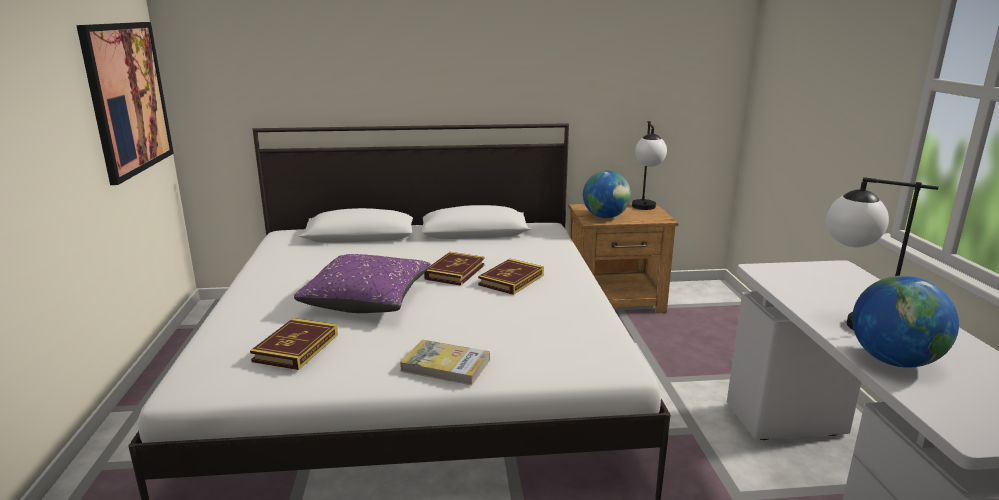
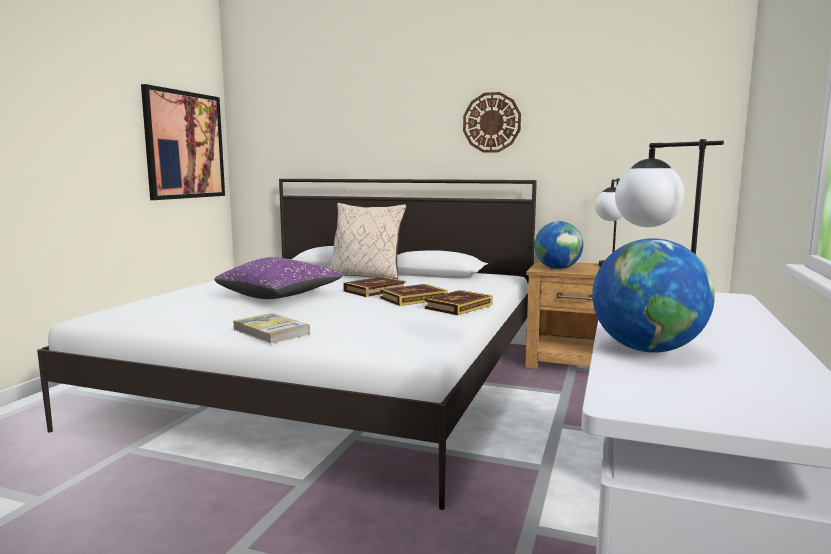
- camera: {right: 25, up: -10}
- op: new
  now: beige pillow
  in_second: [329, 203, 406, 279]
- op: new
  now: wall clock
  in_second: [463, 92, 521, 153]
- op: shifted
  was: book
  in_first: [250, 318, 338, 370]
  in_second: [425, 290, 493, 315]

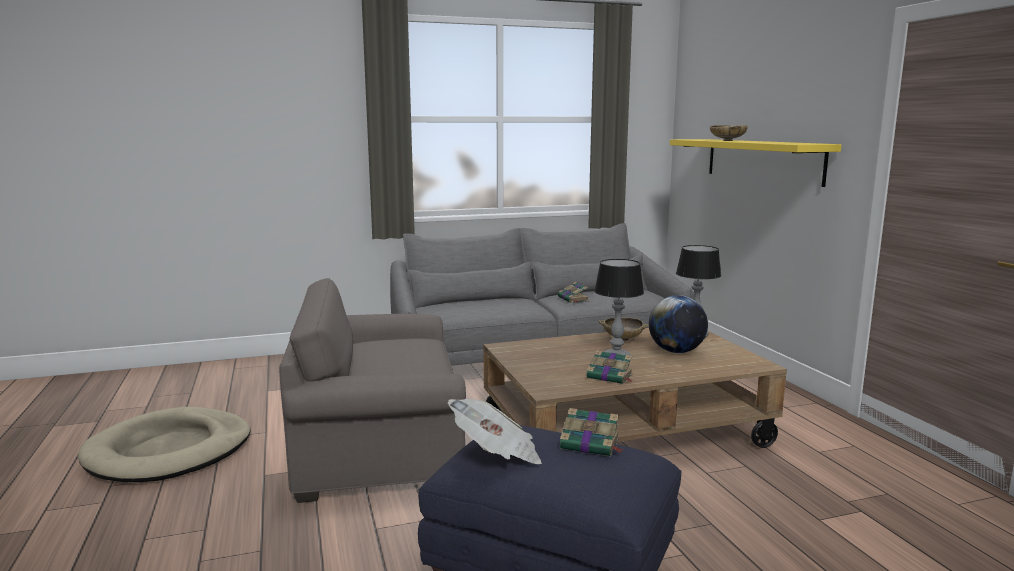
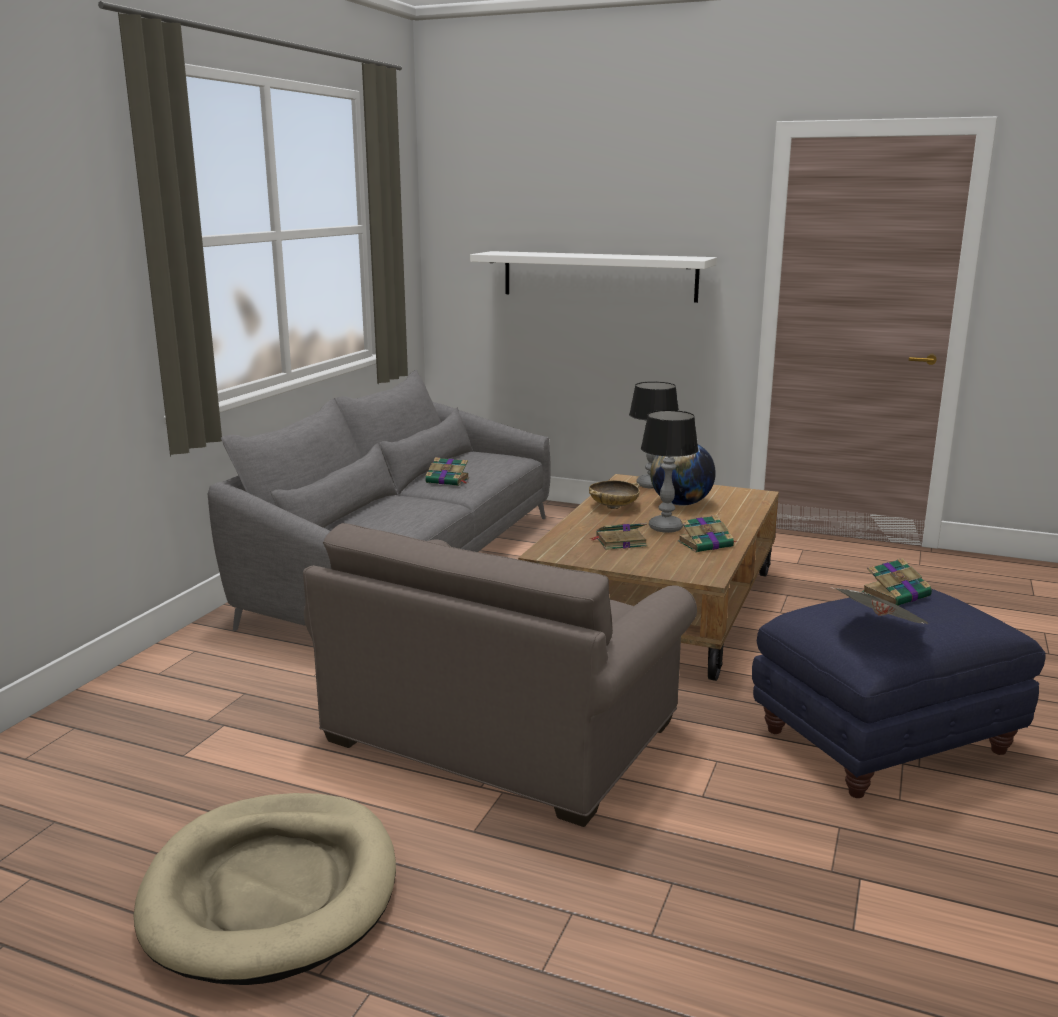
- camera: {right: -50, up: 5}
- op: gone
  was: beige bowl
  in_first: [710, 125, 748, 141]
- op: new
  now: book
  in_second: [590, 523, 647, 550]
- op: repainted
  was: yellow shelf
  now: white shelf
  in_first: [670, 139, 841, 187]
  in_second: [470, 251, 717, 303]

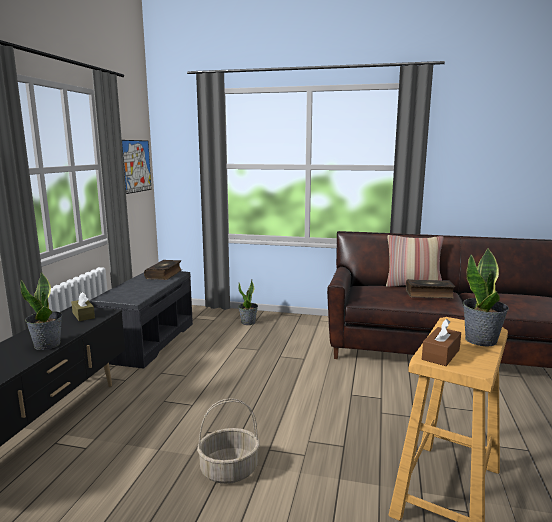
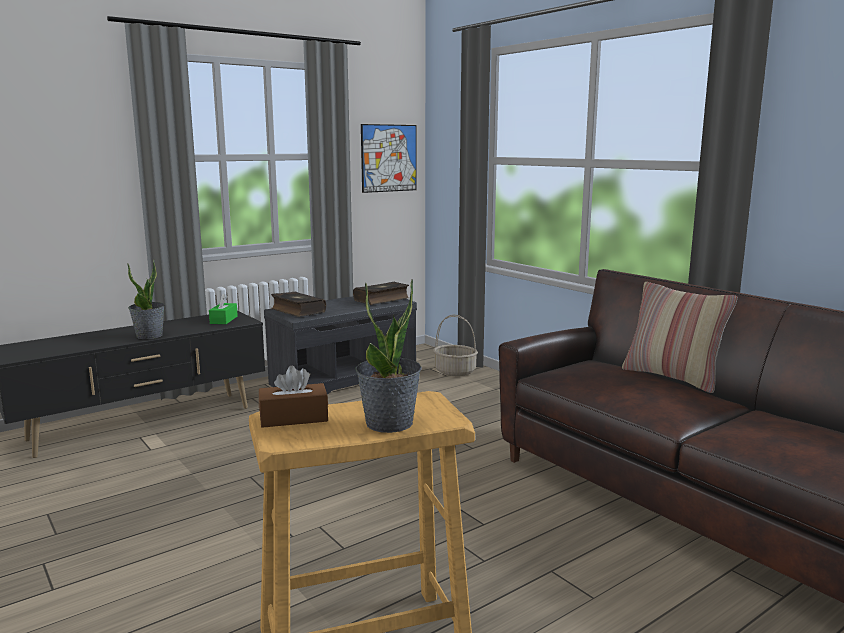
- camera: {right: 40, up: 0}
- op: gone
  was: potted plant
  in_first: [238, 280, 258, 325]
- op: shifted
  was: basket
  in_first: [197, 398, 260, 484]
  in_second: [433, 315, 478, 376]
- op: shifted
  was: book
  in_first: [406, 279, 455, 298]
  in_second: [271, 292, 326, 317]
- op: repainted
  was: brown tissue box
  now: green tissue box
  in_first: [71, 292, 95, 321]
  in_second: [209, 293, 238, 324]

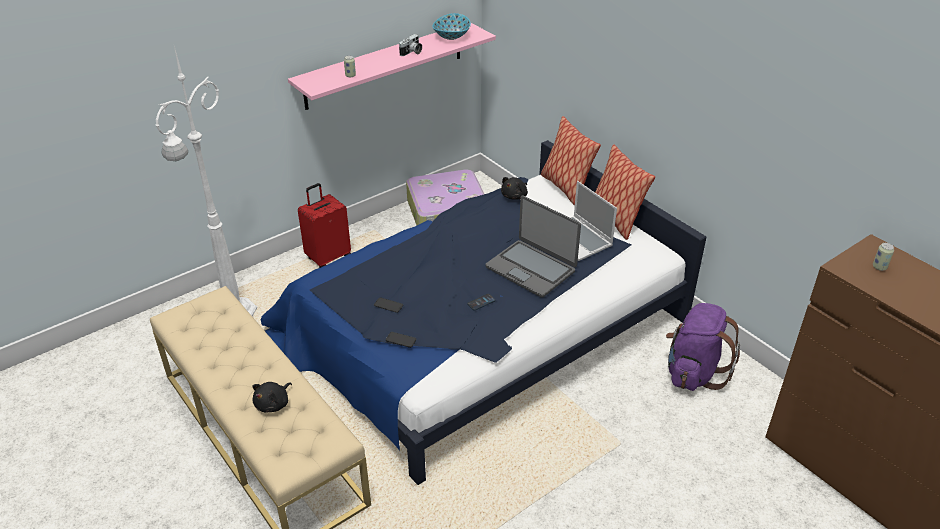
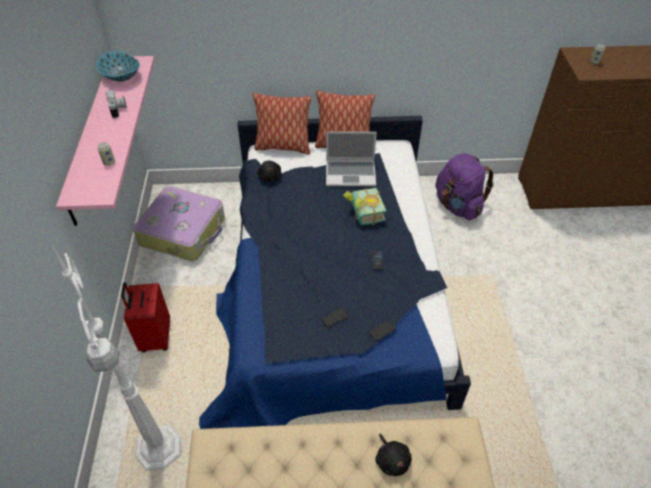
- camera: {right: -55, up: 10}
- op: swapped
  was: laptop
  now: book
  in_first: [485, 196, 581, 298]
  in_second: [343, 188, 386, 226]

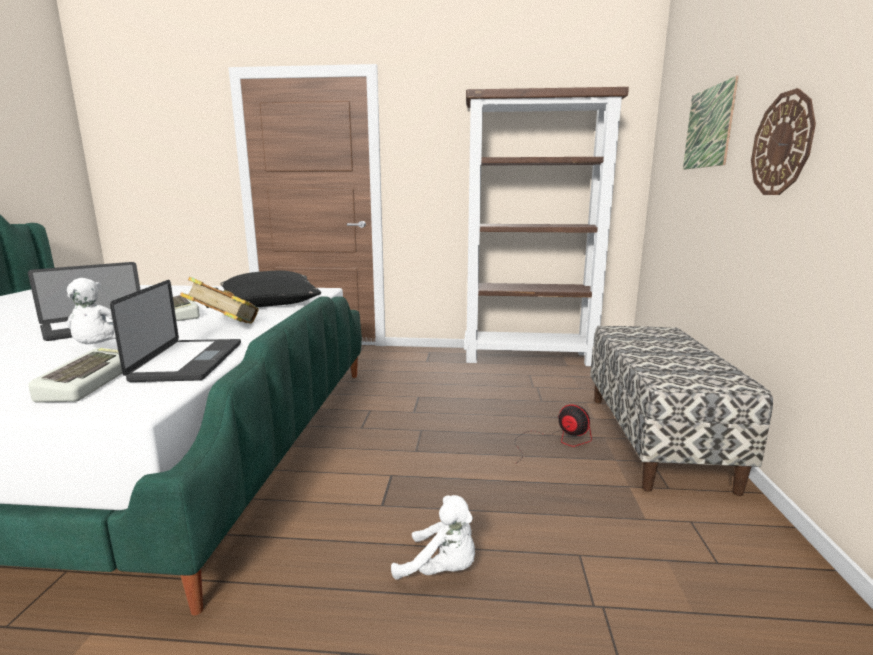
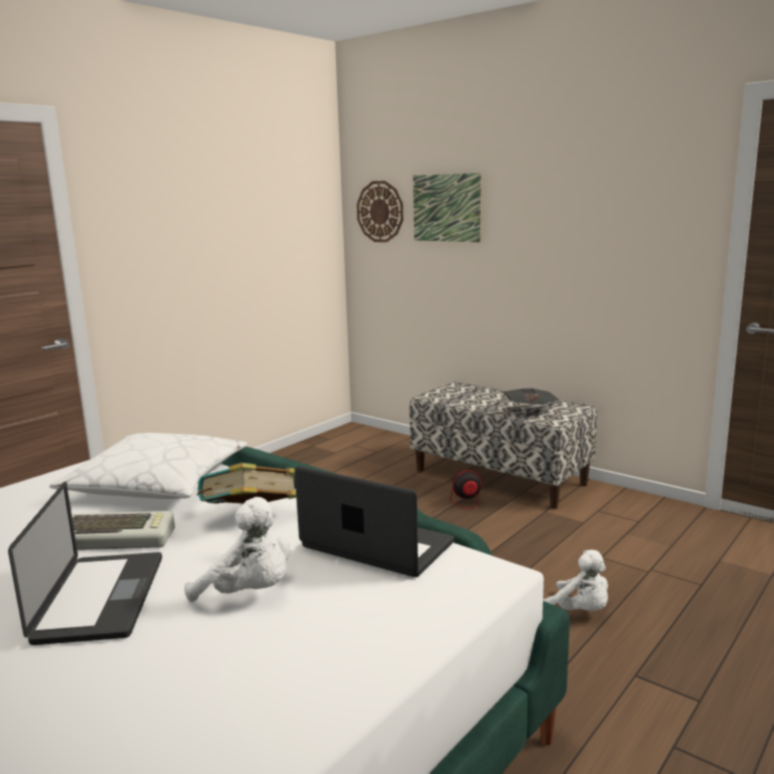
- camera: {right: -55, up: 0}
- op: gone
  was: keyboard
  in_first: [28, 348, 122, 403]
- op: gone
  was: brown bookcase
  in_first: [464, 87, 629, 366]
- op: new
  now: newspaper
  in_second: [502, 388, 559, 405]
- op: shifted
  was: wall clock
  in_first: [751, 88, 816, 195]
  in_second: [357, 181, 403, 242]
- op: repainted
  was: black pillow
  now: white pillow
  in_first: [221, 270, 321, 307]
  in_second: [49, 433, 247, 499]
- op: rotated
  was: white plush toy
  in_first: [391, 495, 475, 579]
  in_second: [543, 550, 608, 611]
  clockwise: 75

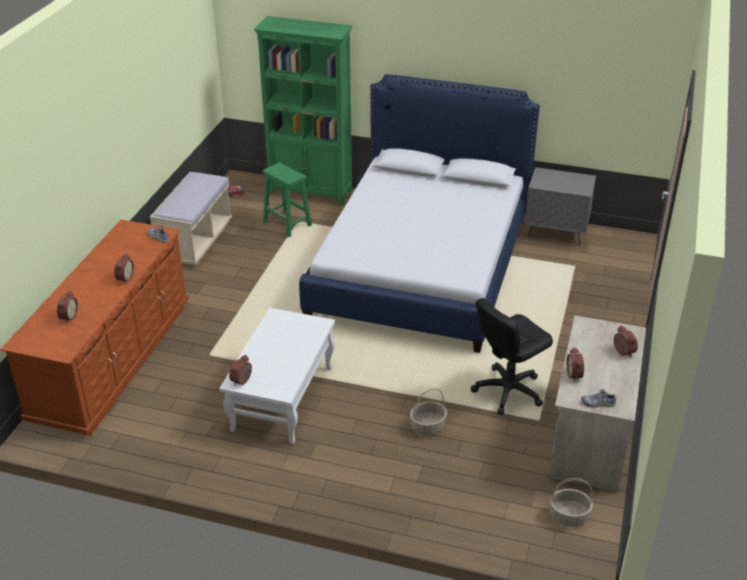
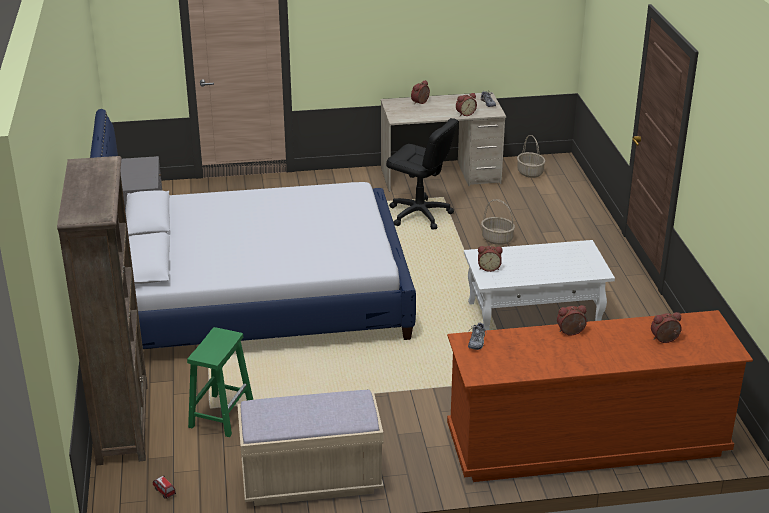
- camera: {right: -115, up: -5}
- op: shifted
  was: alarm clock
  in_first: [229, 355, 252, 385]
  in_second: [478, 246, 503, 272]
- op: repainted
  was: green bookcase
  now: brown bookcase
  in_first: [254, 16, 352, 205]
  in_second: [57, 156, 148, 466]

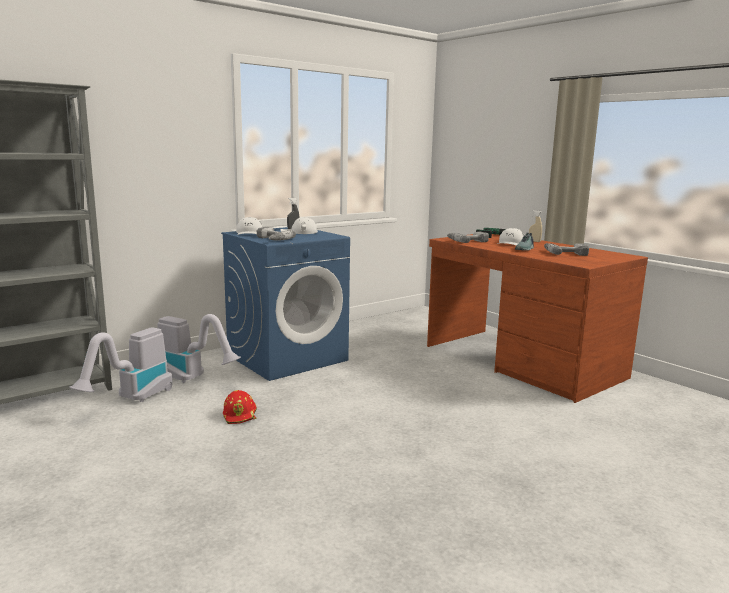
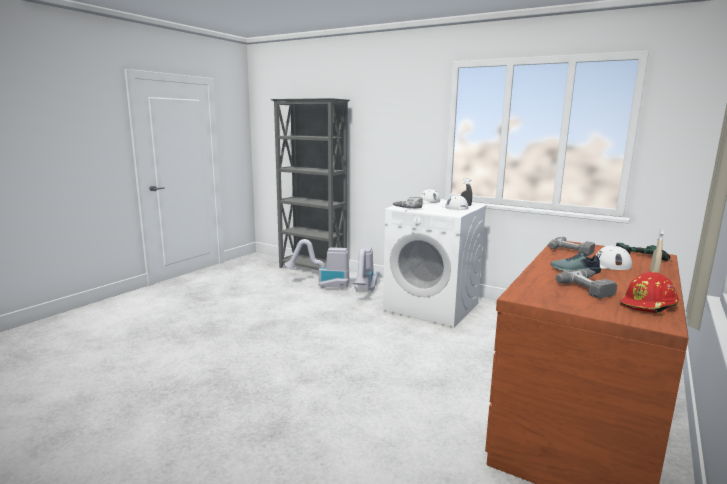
- camera: {right: 70, up: 0}
- op: shifted
  was: red hard hat
  in_first: [223, 390, 257, 424]
  in_second: [620, 272, 679, 315]
- op: repainted
  was: blue washing machine
  now: white washing machine
  in_first: [221, 227, 350, 381]
  in_second: [383, 201, 487, 328]

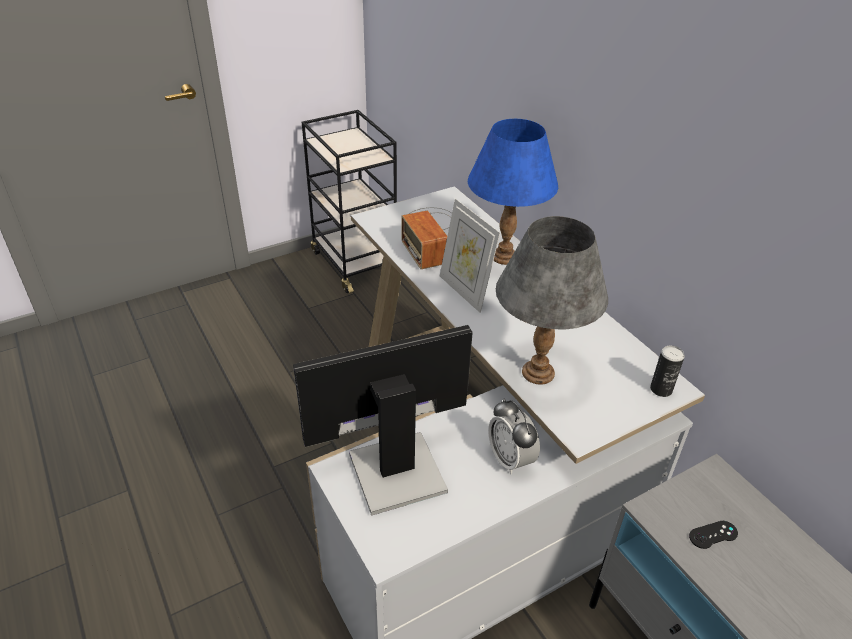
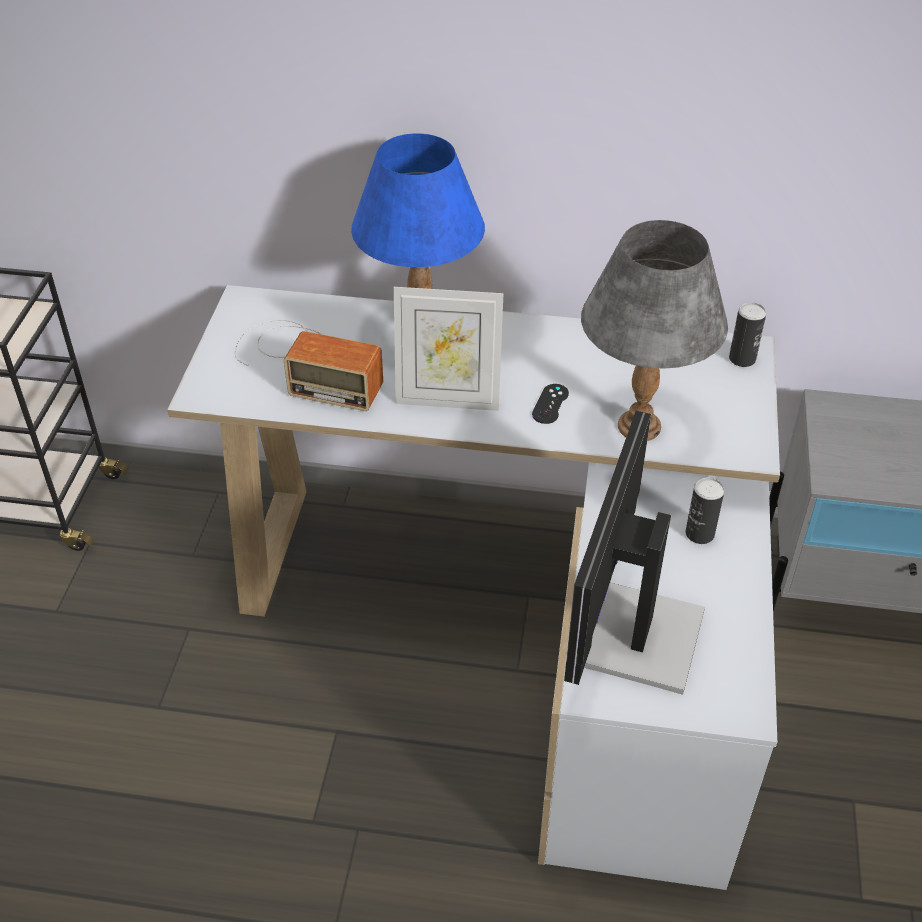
- camera: {right: -50, up: 5}
- op: shifted
  was: black game controller
  in_first: [689, 521, 738, 549]
  in_second: [532, 384, 569, 424]
- op: swapped
  was: alarm clock
  now: can
  in_first: [488, 399, 540, 475]
  in_second: [686, 478, 724, 544]

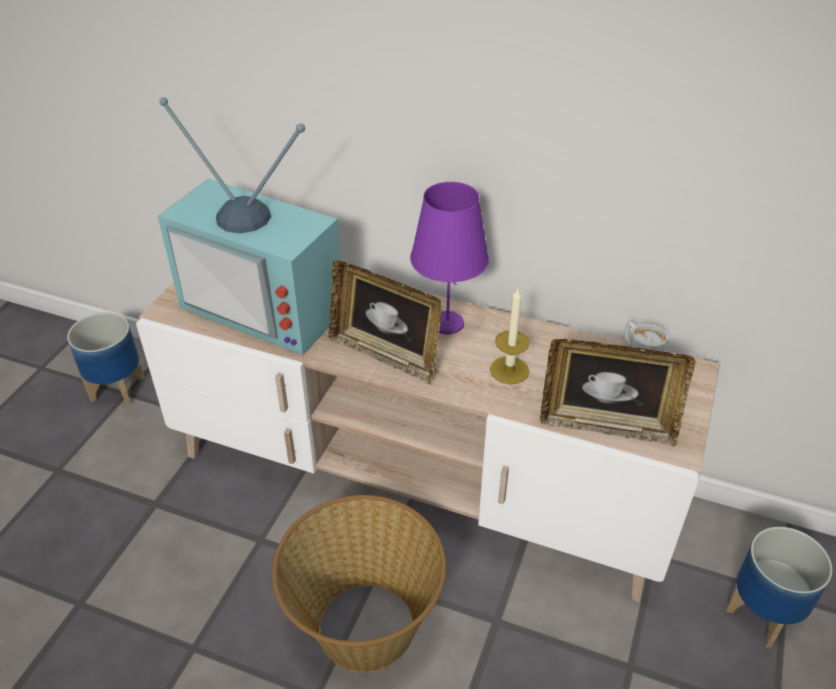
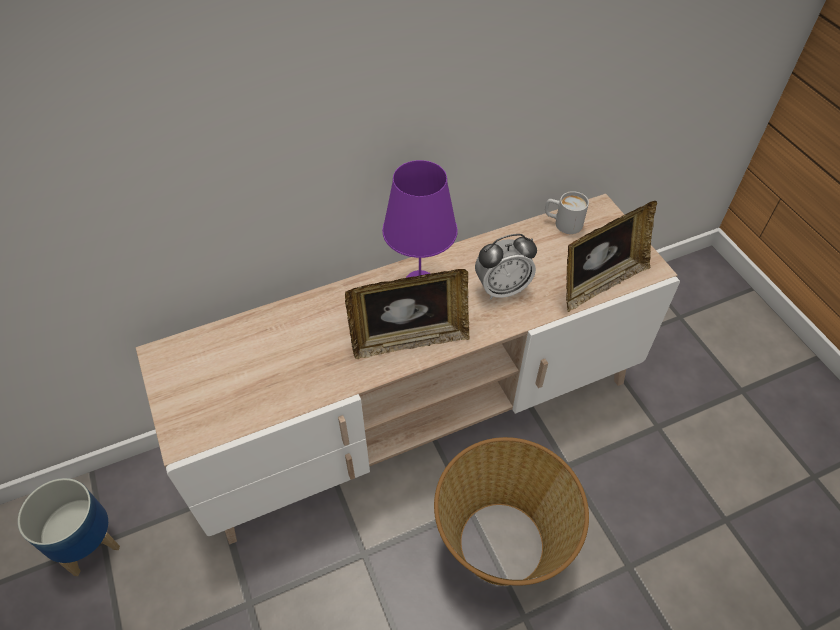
- camera: {right: -45, up: 10}
- op: gone
  was: television
  in_first: [158, 97, 340, 355]
- op: gone
  was: planter
  in_first: [726, 527, 833, 648]
- op: swapped
  was: candle
  now: alarm clock
  in_first: [490, 289, 530, 384]
  in_second: [475, 234, 537, 300]

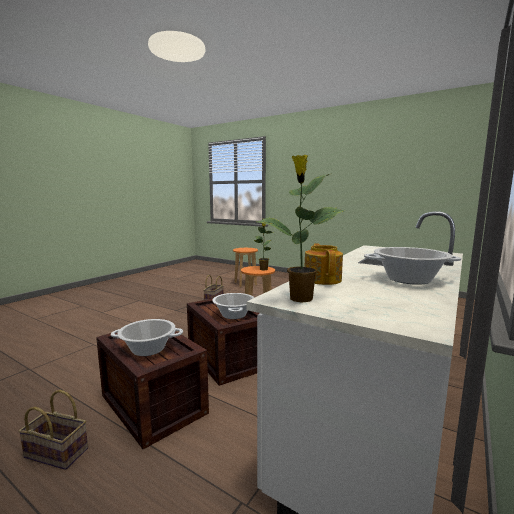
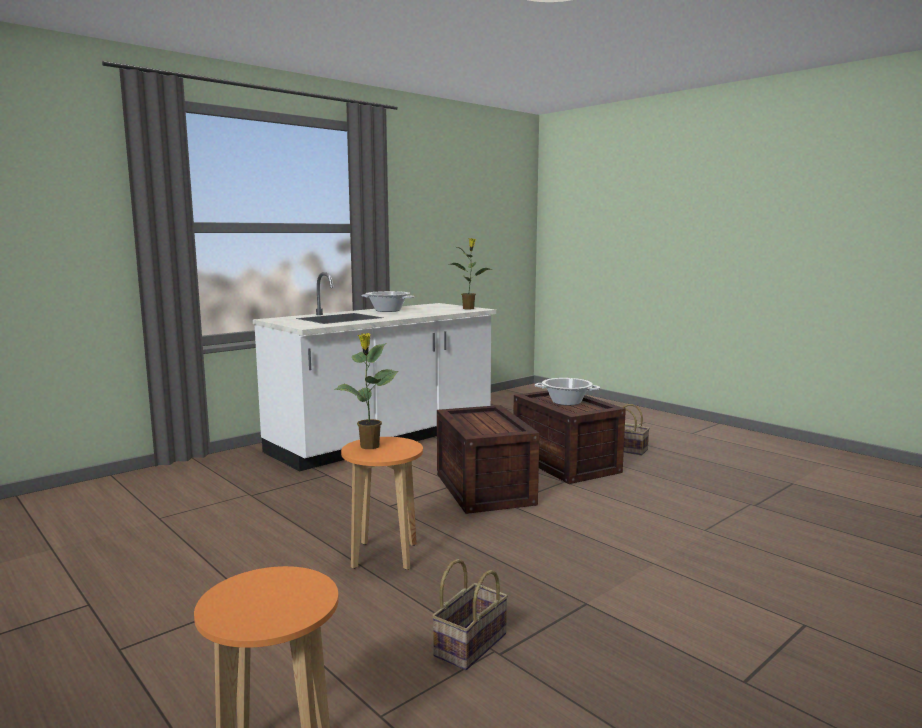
- camera: {right: -165, up: 0}
- op: gone
  was: cooking pot
  in_first: [212, 293, 254, 319]
- op: gone
  was: teapot
  in_first: [304, 243, 343, 285]

